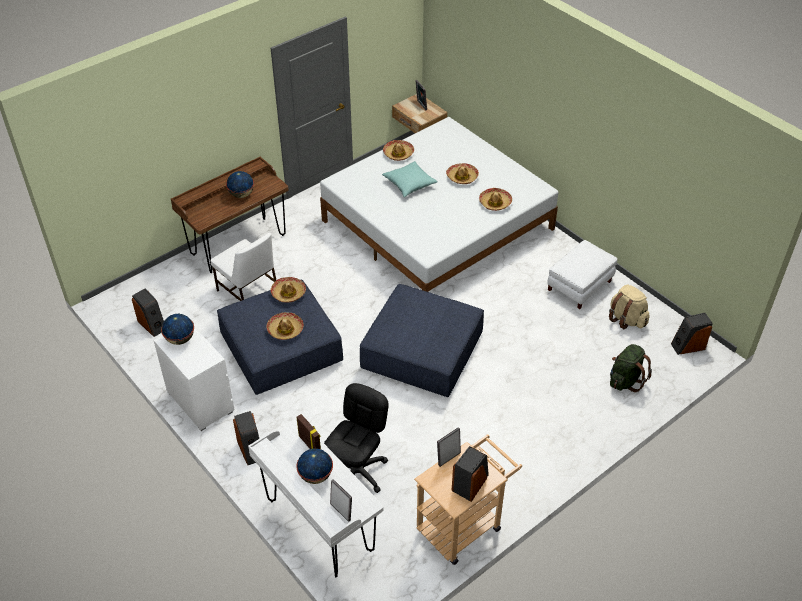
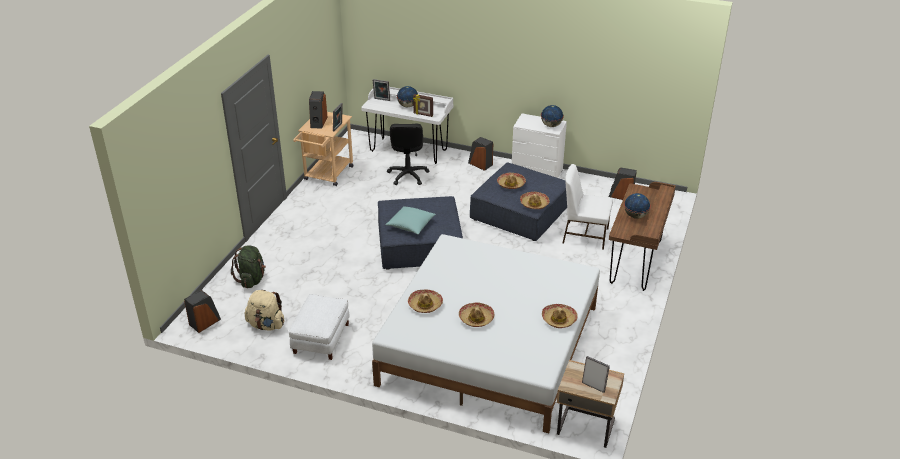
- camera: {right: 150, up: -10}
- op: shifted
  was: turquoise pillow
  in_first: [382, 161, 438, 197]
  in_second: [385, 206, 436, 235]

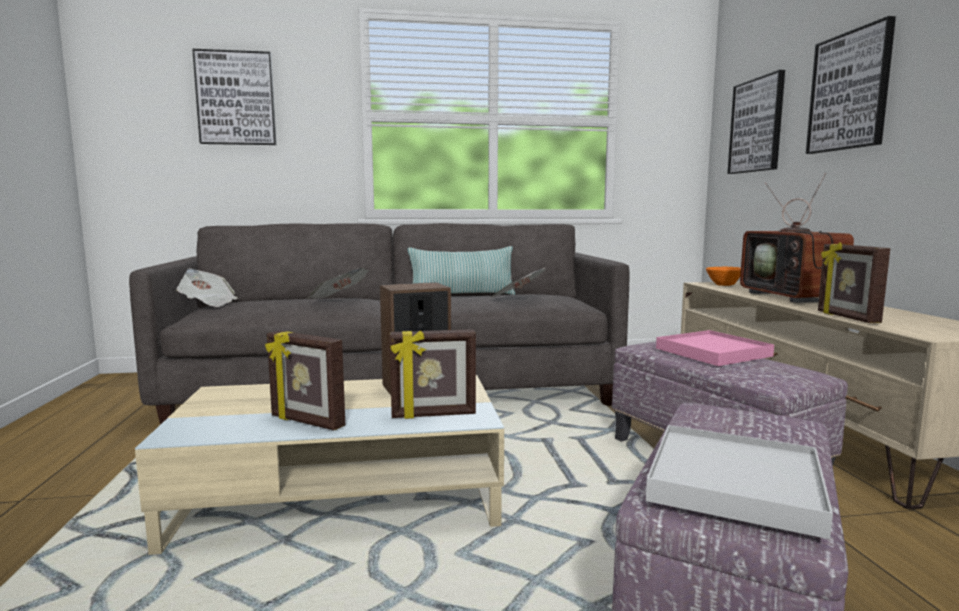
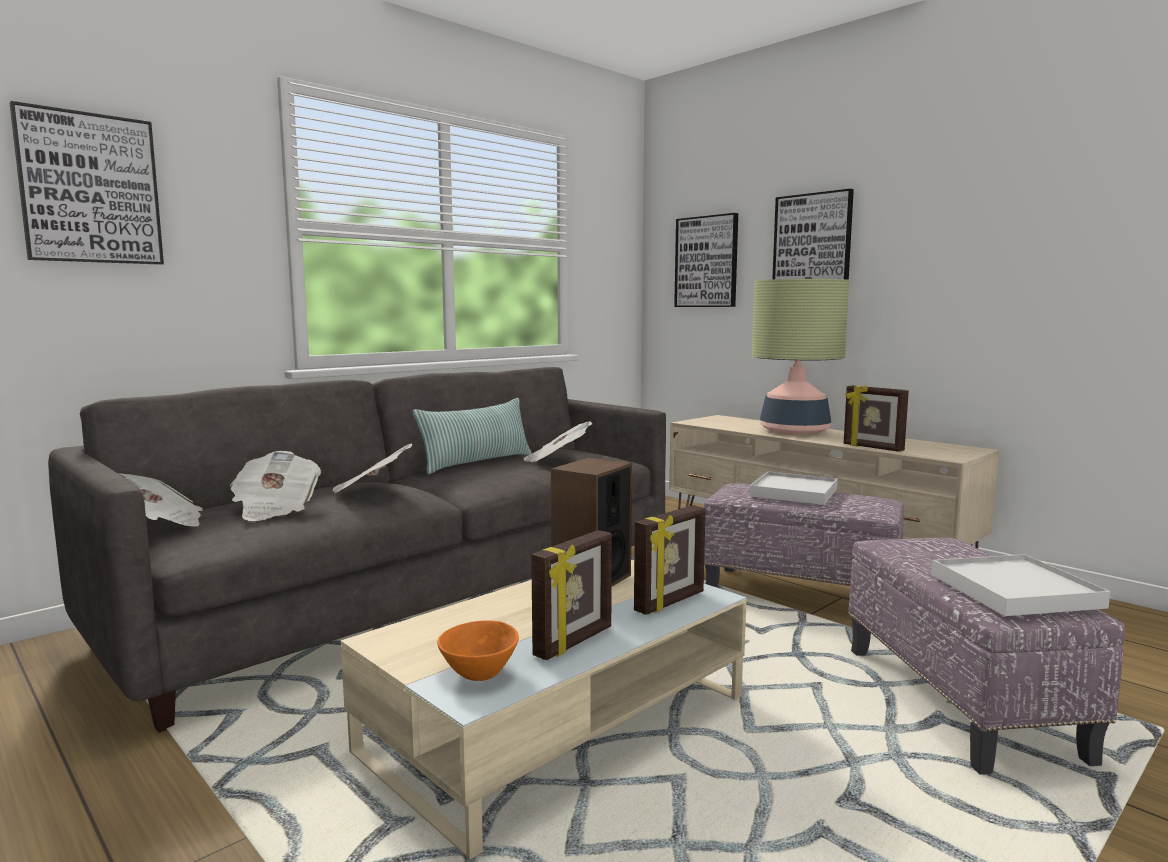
- camera: {right: -35, up: 0}
- op: new
  now: newspaper
  in_second: [230, 451, 321, 521]
- op: shifted
  was: orange bowl
  in_first: [706, 267, 741, 286]
  in_second: [437, 620, 519, 681]
- op: swapped
  was: television
  now: table lamp
  in_first: [740, 173, 854, 303]
  in_second: [752, 279, 849, 435]
- op: repainted
  was: pink tray
  now: white tray
  in_first: [656, 330, 774, 366]
  in_second: [749, 472, 838, 505]
- op: rotated
  was: picture frame
  in_first: [265, 331, 345, 430]
  in_second: [531, 530, 612, 660]
  clockwise: -45

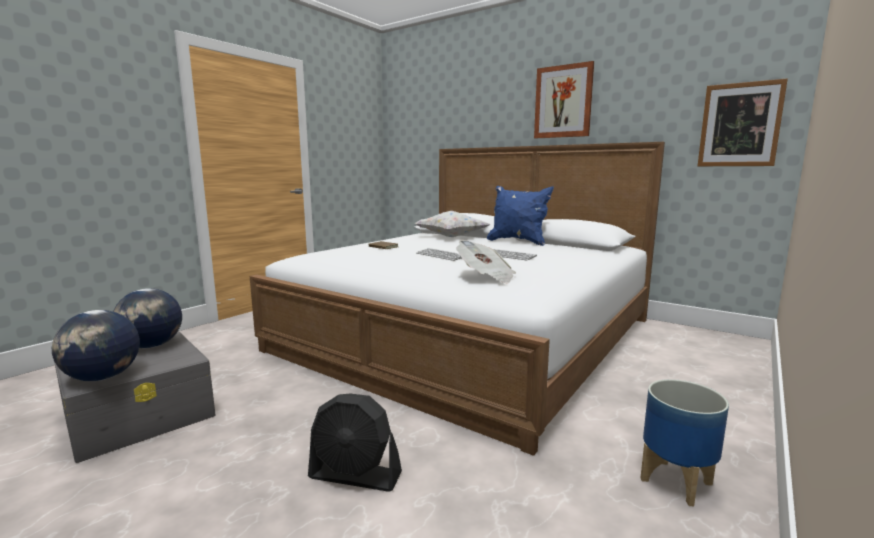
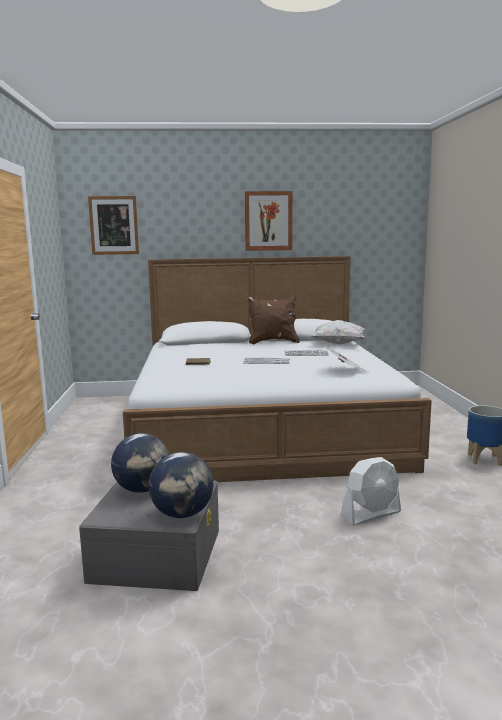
- camera: {right: -40, up: 0}
- op: shifted
  was: white pillow
  in_first: [415, 211, 490, 237]
  in_second: [310, 320, 365, 344]
- op: shifted
  was: picture
  in_first: [698, 78, 788, 166]
  in_second: [88, 196, 139, 255]
- op: repainted
  was: black fan
  now: white fan
  in_first: [308, 394, 402, 492]
  in_second: [341, 457, 401, 525]
- op: repainted
  was: blue pillow
  now: brown pillow
  in_first: [487, 186, 554, 246]
  in_second: [246, 295, 300, 344]

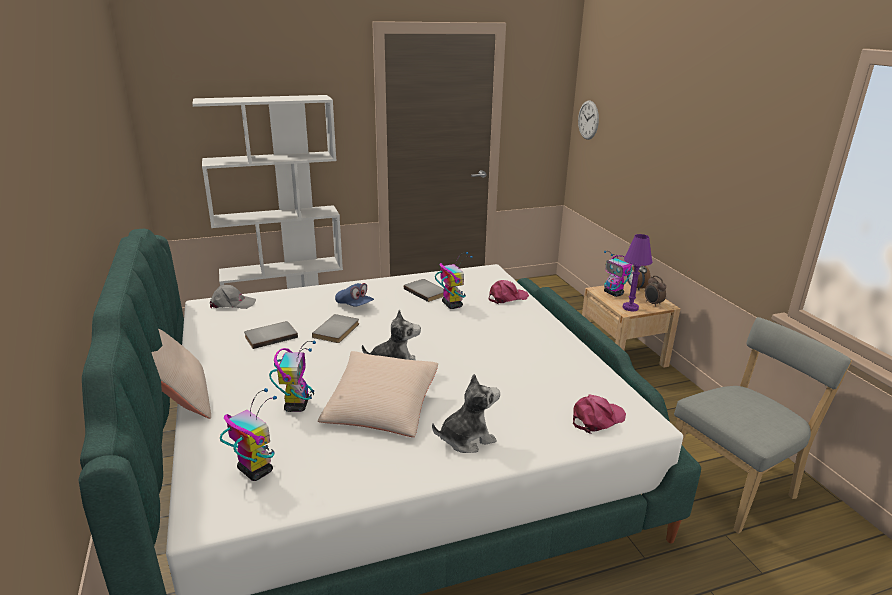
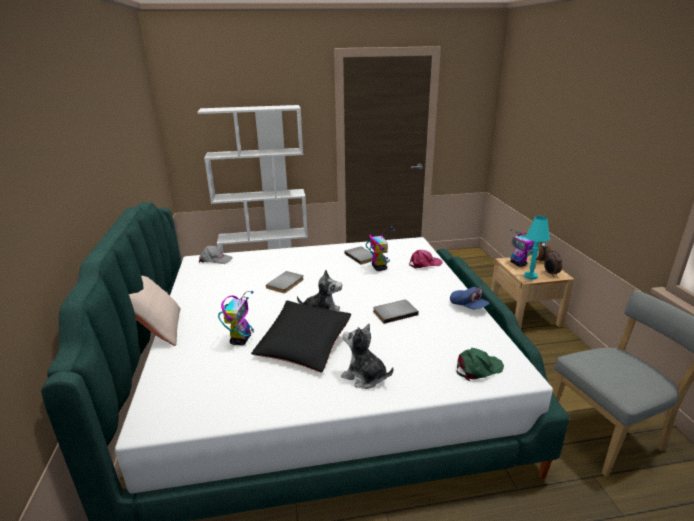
- camera: {right: 10, up: 0}
- op: gone
  was: toy robot
  in_first: [220, 388, 277, 481]
- op: gone
  was: wall clock
  in_first: [578, 101, 599, 140]
- op: shifted
  was: grey book
  in_first: [244, 321, 298, 349]
  in_second: [373, 300, 419, 324]
- op: shifted
  was: blue cap
  in_first: [335, 283, 374, 307]
  in_second: [450, 287, 489, 309]
- op: repainted
  was: beige pillow
  now: black pillow
  in_first: [318, 351, 438, 437]
  in_second: [251, 301, 351, 373]
- op: repainted
  was: pink cap
  now: green cap
  in_first: [573, 395, 626, 434]
  in_second: [456, 348, 504, 381]
- op: repainted
  was: purple table lamp
  now: turquoise table lamp
  in_first: [623, 234, 652, 311]
  in_second: [524, 216, 550, 280]
- op: rotated
  was: plush toy
  in_first: [432, 374, 500, 453]
  in_second: [341, 324, 393, 389]
  clockwise: -135

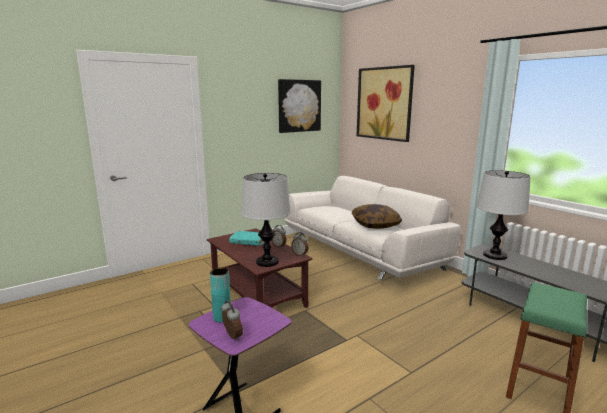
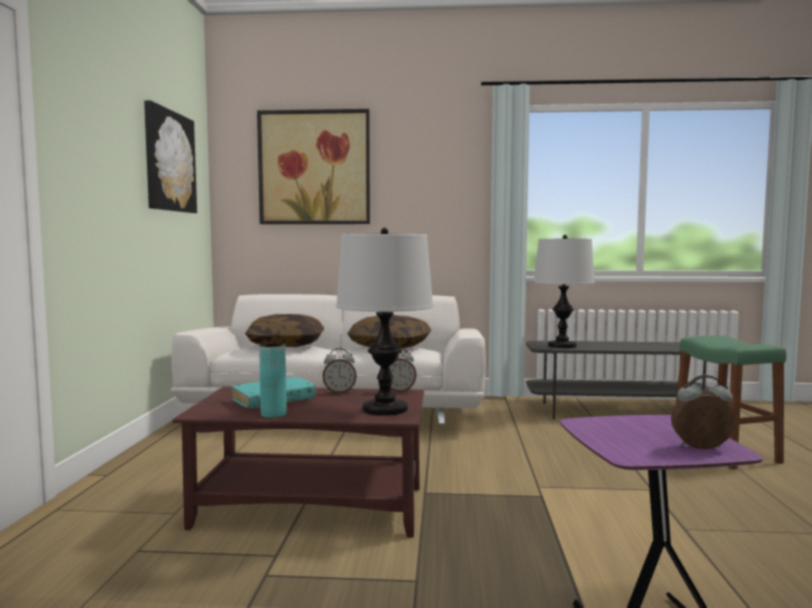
- camera: {right: -50, up: -10}
- op: new
  now: pillow
  in_second: [245, 314, 324, 347]
- op: shifted
  was: turquoise vase
  in_first: [210, 268, 231, 322]
  in_second: [259, 342, 287, 418]

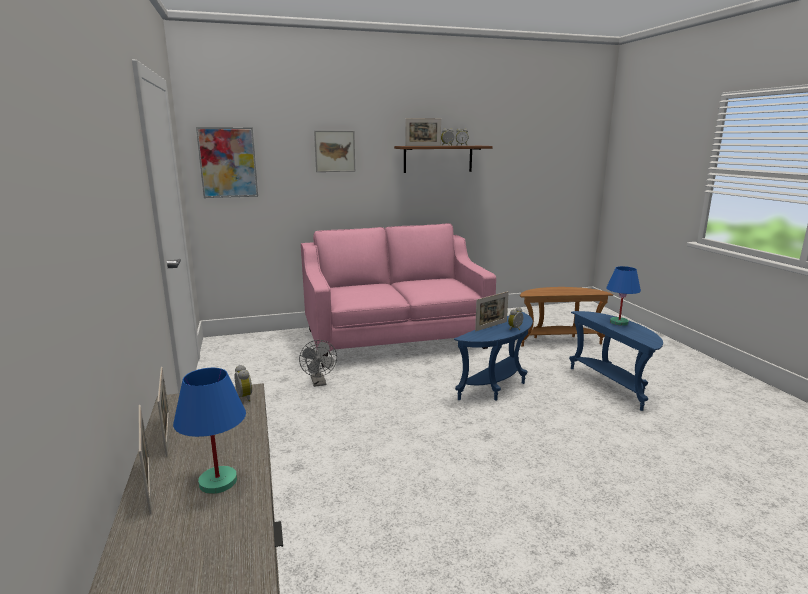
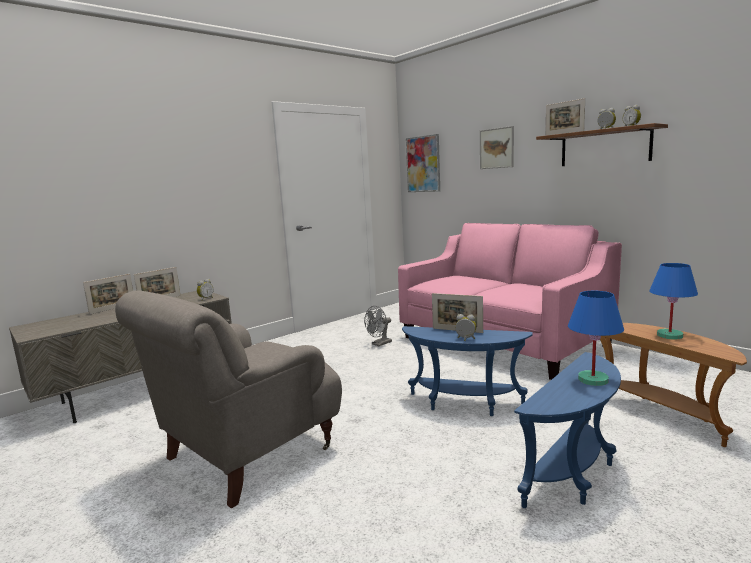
- camera: {right: 65, up: -5}
- op: new
  now: grey armchair
  in_second: [115, 290, 342, 509]
- op: shifted
  was: blue table lamp
  in_first: [173, 368, 246, 494]
  in_second: [649, 263, 698, 339]

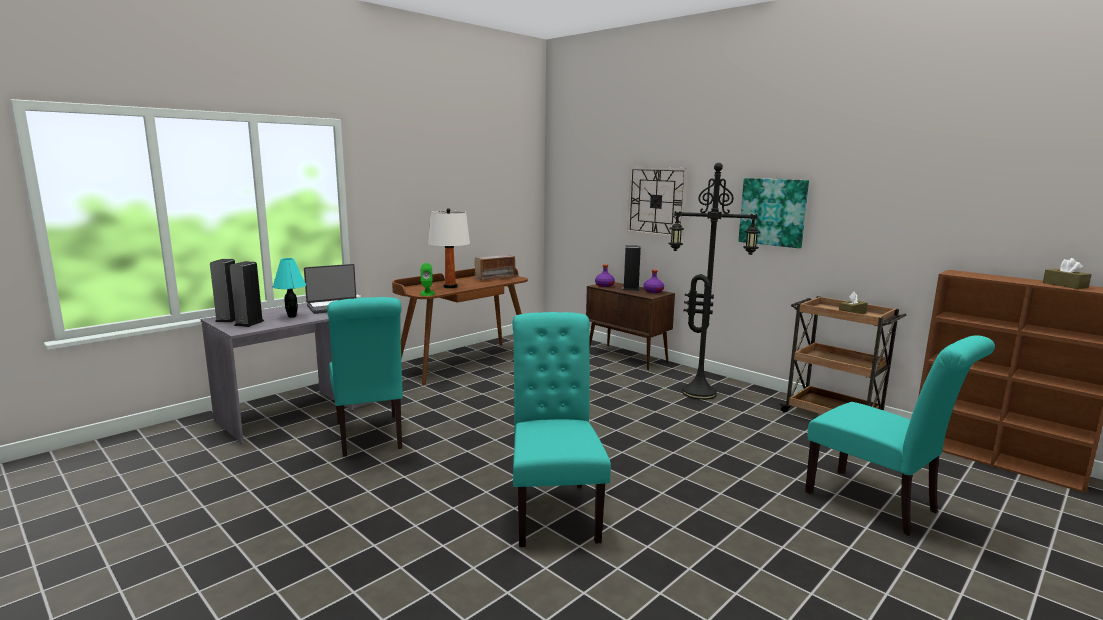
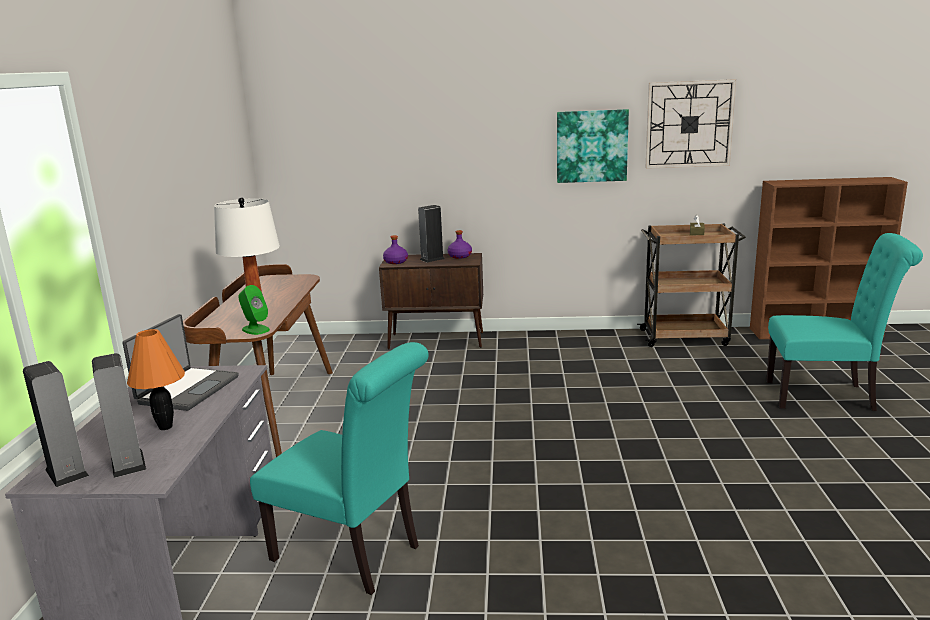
- camera: {right: -40, up: 5}
- op: gone
  was: radio
  in_first: [474, 255, 517, 281]
- op: gone
  was: turquoise chair
  in_first: [513, 312, 611, 547]
- op: gone
  was: black floor lamp
  in_first: [668, 163, 760, 400]
- op: gone
  was: brown tissue box
  in_first: [1043, 258, 1092, 289]
- op: shifted
  was: wall clock
  in_first: [627, 167, 688, 238]
  in_second: [646, 79, 736, 169]
- op: repainted
  was: turquoise table lamp
  now: orange table lamp
  in_first: [273, 258, 306, 318]
  in_second: [127, 329, 185, 430]

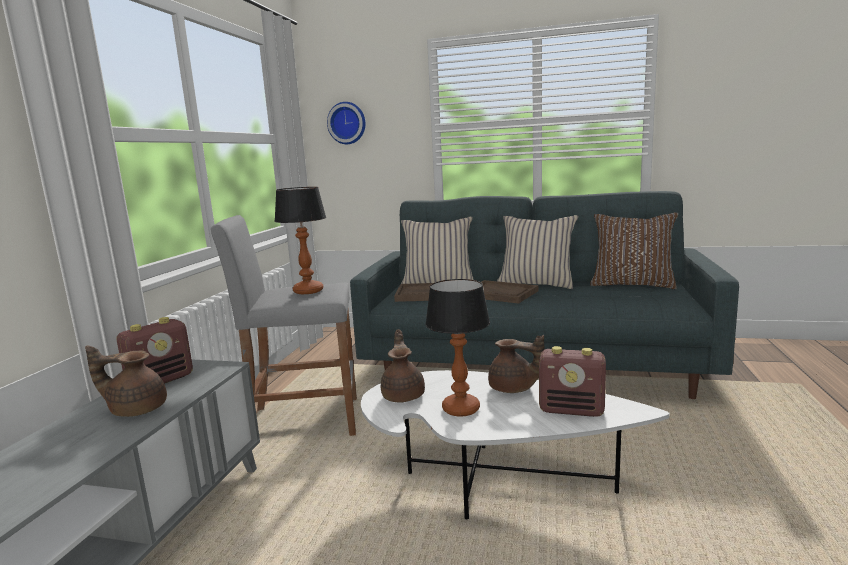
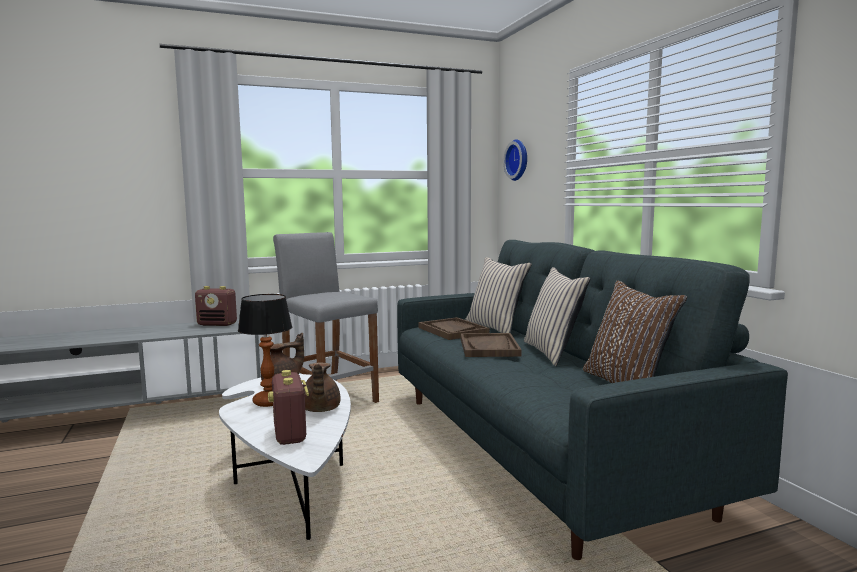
- camera: {right: 55, up: -5}
- op: gone
  was: brown teapot
  in_first: [85, 345, 167, 417]
- op: gone
  was: table lamp
  in_first: [274, 187, 326, 294]

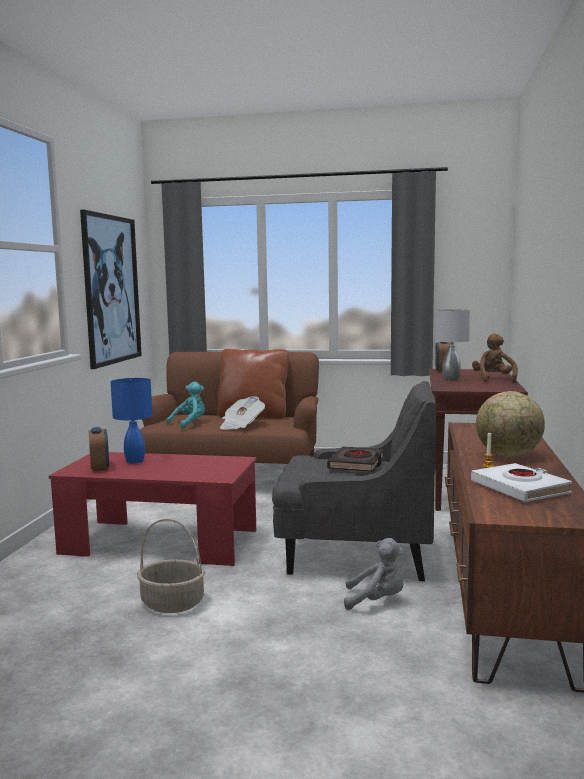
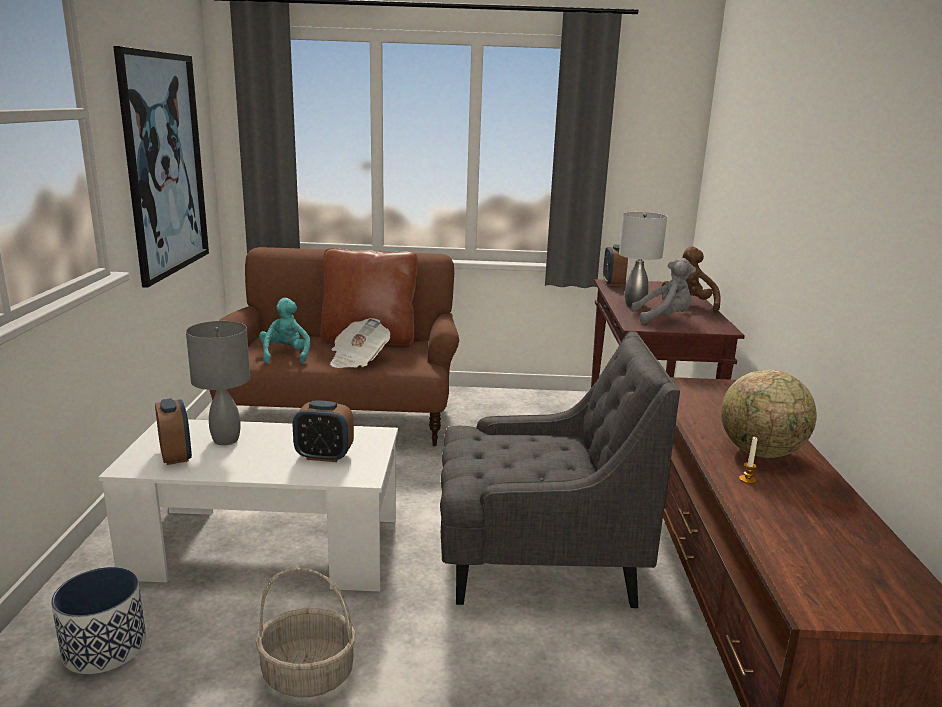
- camera: {right: -10, up: 10}
- op: gone
  was: black book
  in_first: [327, 447, 384, 472]
- op: gone
  was: white book
  in_first: [471, 463, 572, 502]
- op: new
  now: planter
  in_second: [51, 567, 146, 674]
- op: new
  now: alarm clock
  in_second: [293, 401, 354, 462]
- op: shifted
  was: grey plush toy
  in_first: [344, 538, 404, 610]
  in_second: [631, 258, 696, 324]
- op: repainted
  was: red coffee table
  now: white coffee table
  in_first: [49, 452, 256, 566]
  in_second: [99, 419, 398, 591]
- op: repainted
  was: blue table lamp
  now: grey table lamp
  in_first: [111, 378, 152, 463]
  in_second: [186, 321, 250, 445]
- op: rotated
  was: turquoise plush toy
  in_first: [166, 382, 205, 429]
  in_second: [259, 298, 310, 364]
  clockwise: -45

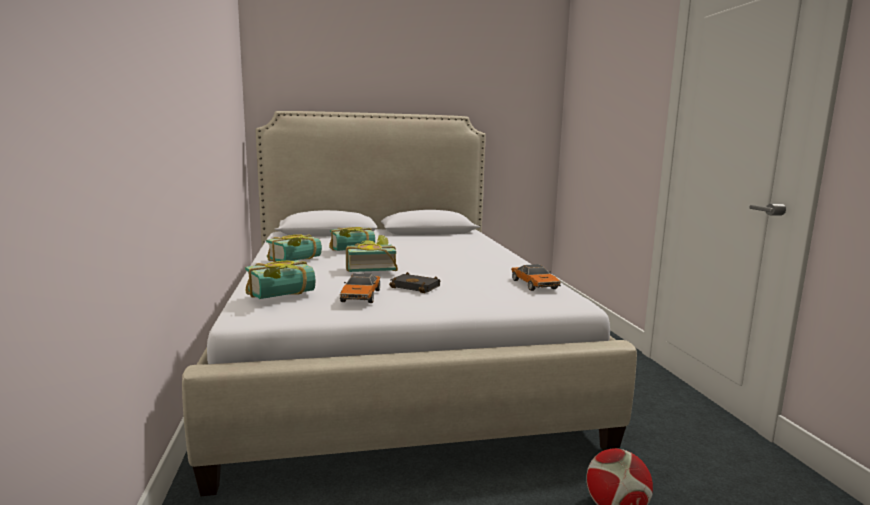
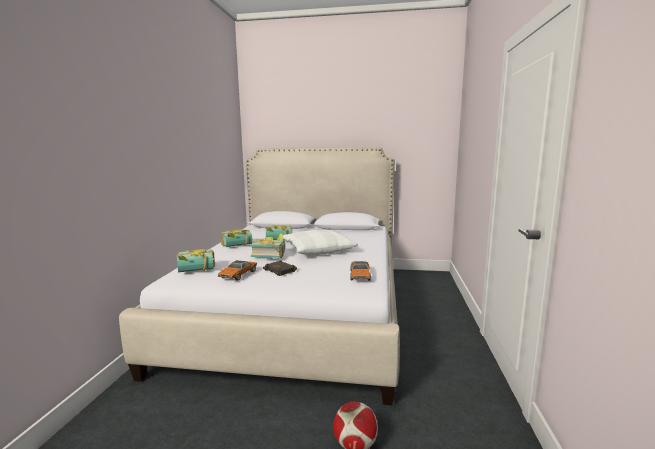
- camera: {right: 20, up: 0}
- op: new
  now: white pillow
  in_second: [283, 230, 358, 255]

